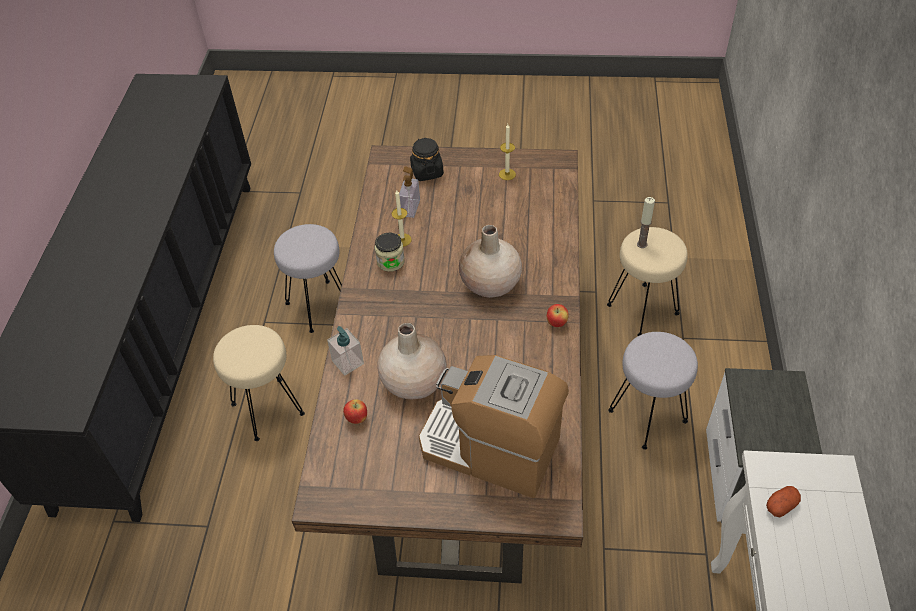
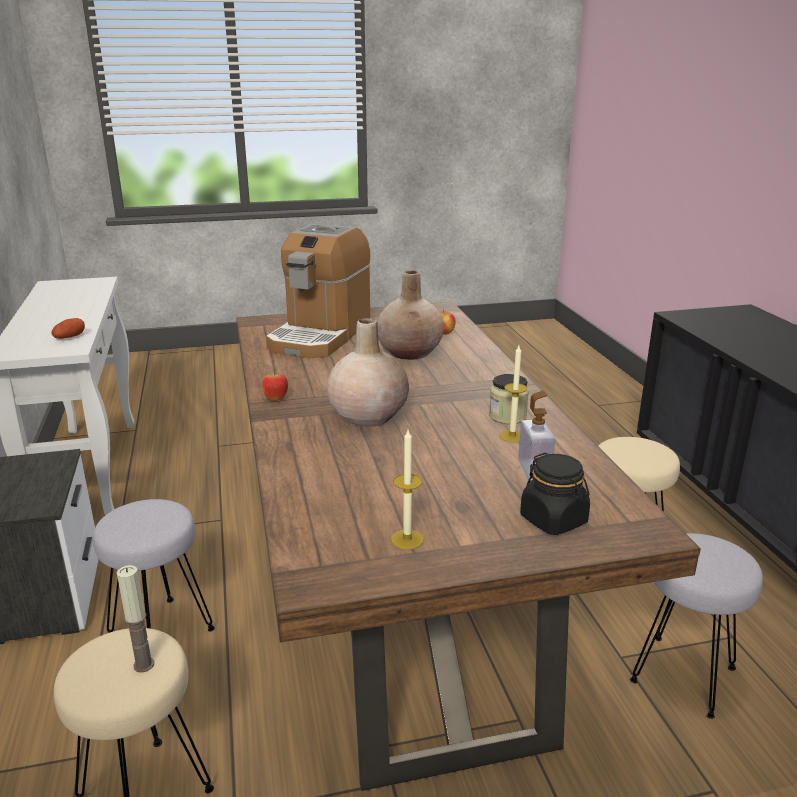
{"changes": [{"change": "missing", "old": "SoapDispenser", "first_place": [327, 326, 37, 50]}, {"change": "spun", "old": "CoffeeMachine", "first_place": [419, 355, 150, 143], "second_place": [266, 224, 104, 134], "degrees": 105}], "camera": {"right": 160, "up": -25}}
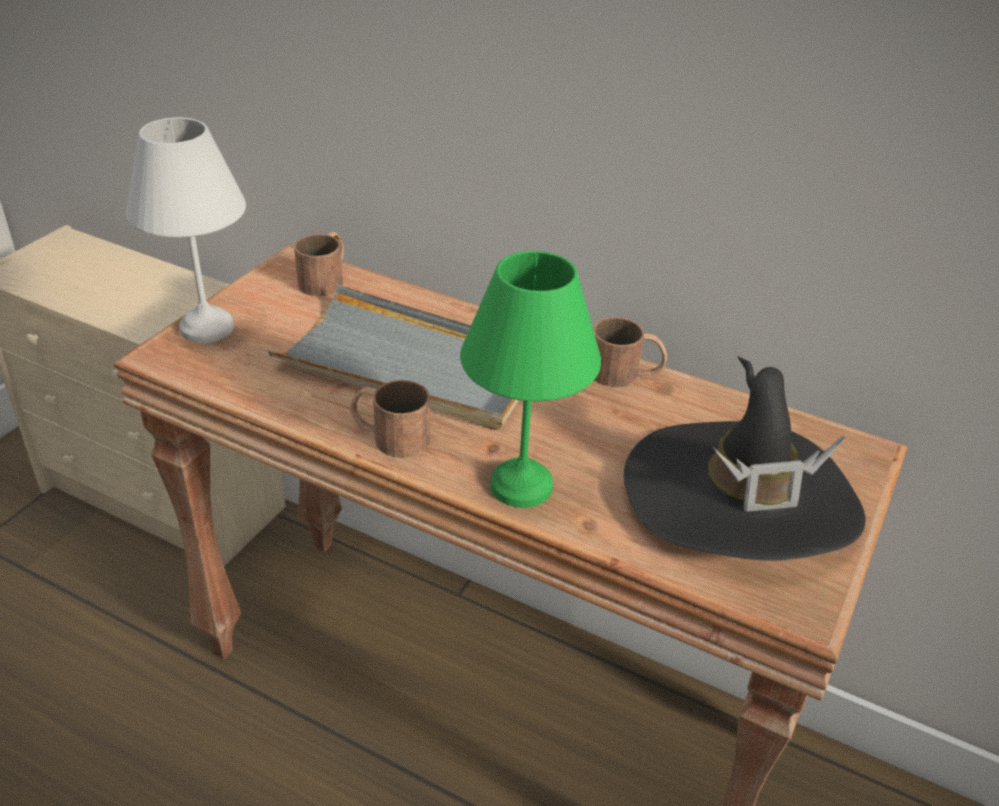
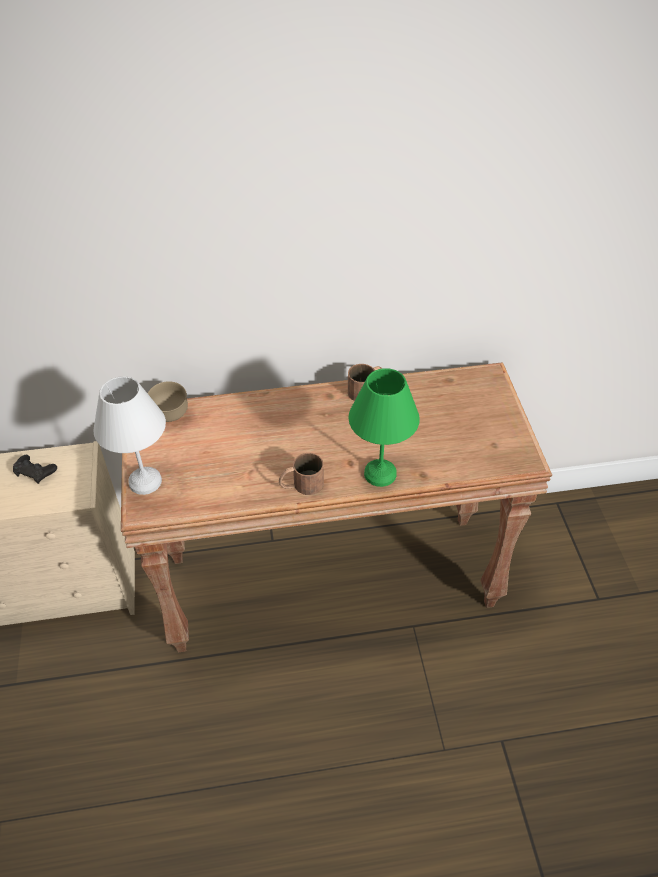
{"changes": [{"change": "exchanged", "old": "BrownMug", "new": "BrownBowl", "first_place": [294, 232, 50, 64], "second_place": [148, 381, 40, 41]}, {"change": "missing", "old": "GreyTray", "first_place": [267, 285, 252, 145]}, {"change": "missing", "old": "BlackHat", "first_place": [624, 356, 242, 205]}, {"change": "appeared", "new": "BlackGameController", "second_place": [13, 455, 44, 29]}], "camera": {"right": -35, "up": 10}}
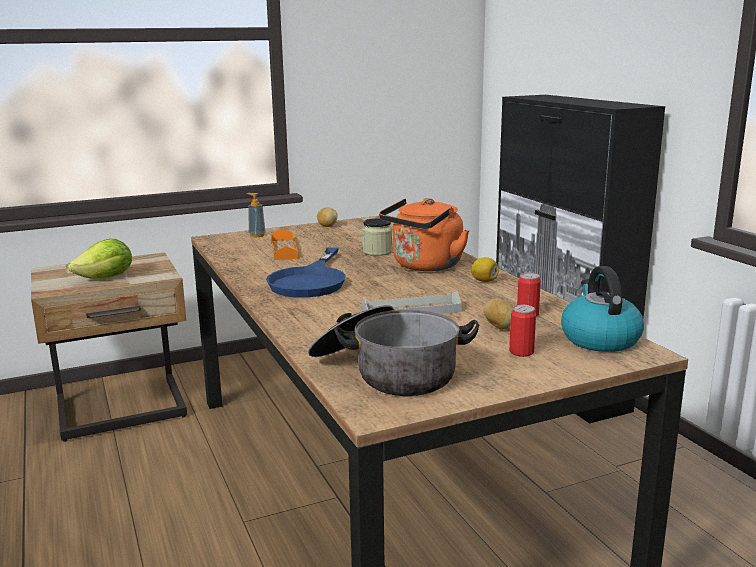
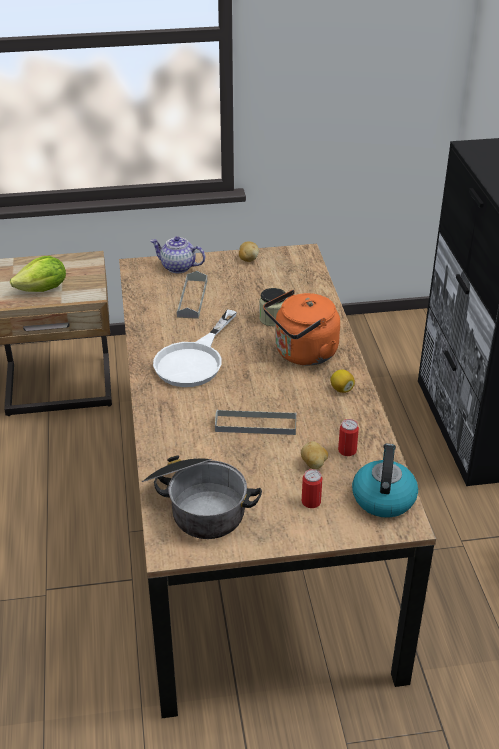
{"changes": [{"change": "exchanged", "old": "SoapDispenser", "new": "Teapot", "first_place": [246, 193, 20, 44], "second_place": [150, 236, 55, 37]}, {"change": "colour", "old": "OrangeTray", "new": "GreyTray", "first_place": [271, 228, 27, 32], "second_place": [177, 271, 30, 48]}, {"change": "colour", "old": "BlueFryingPan", "new": "WhiteFryingPan", "first_place": [266, 247, 80, 51], "second_place": [153, 309, 84, 78]}], "camera": {"right": 15, "up": 20}}
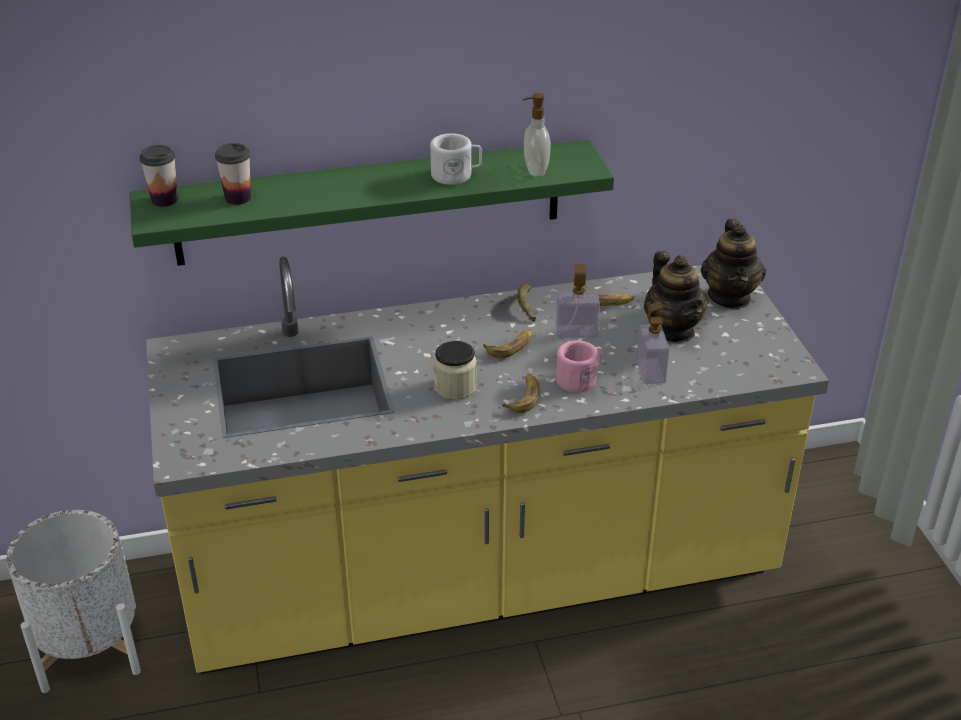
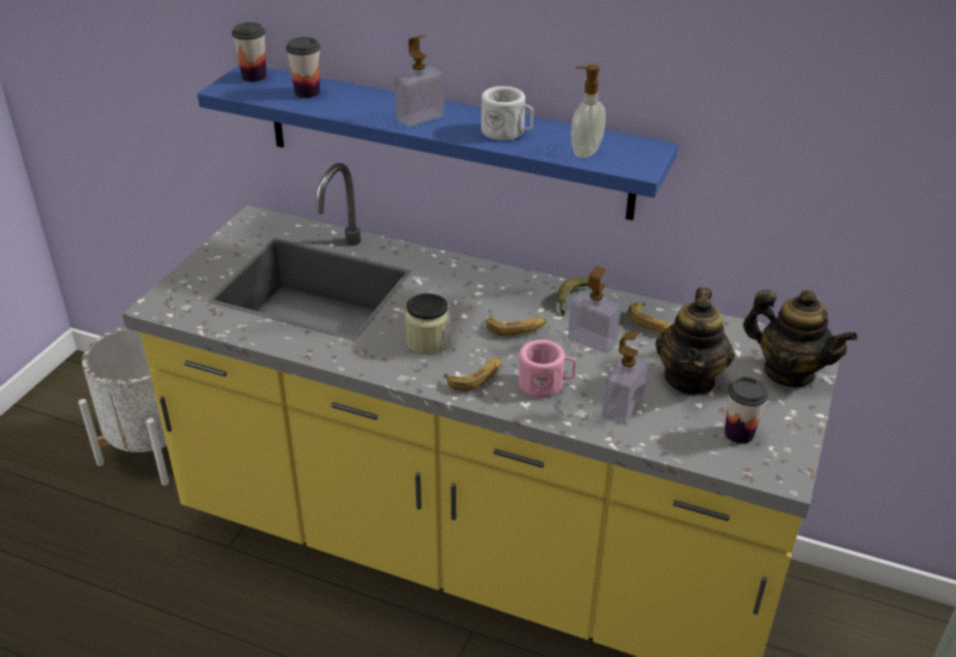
{"changes": [{"change": "colour", "old": "GreenShelf", "new": "BlueShelf", "first_place": [130, 140, 484, 126], "second_place": [197, 65, 481, 155]}, {"change": "spun", "old": "Teapot", "first_place": [701, 219, 65, 90], "second_place": [743, 290, 115, 97], "degrees": -90}, {"change": "appeared", "new": "SoapDispenser", "second_place": [394, 35, 51, 92]}, {"change": "appeared", "new": "Cup", "second_place": [725, 377, 43, 67]}], "camera": {"right": 35, "up": 0}}
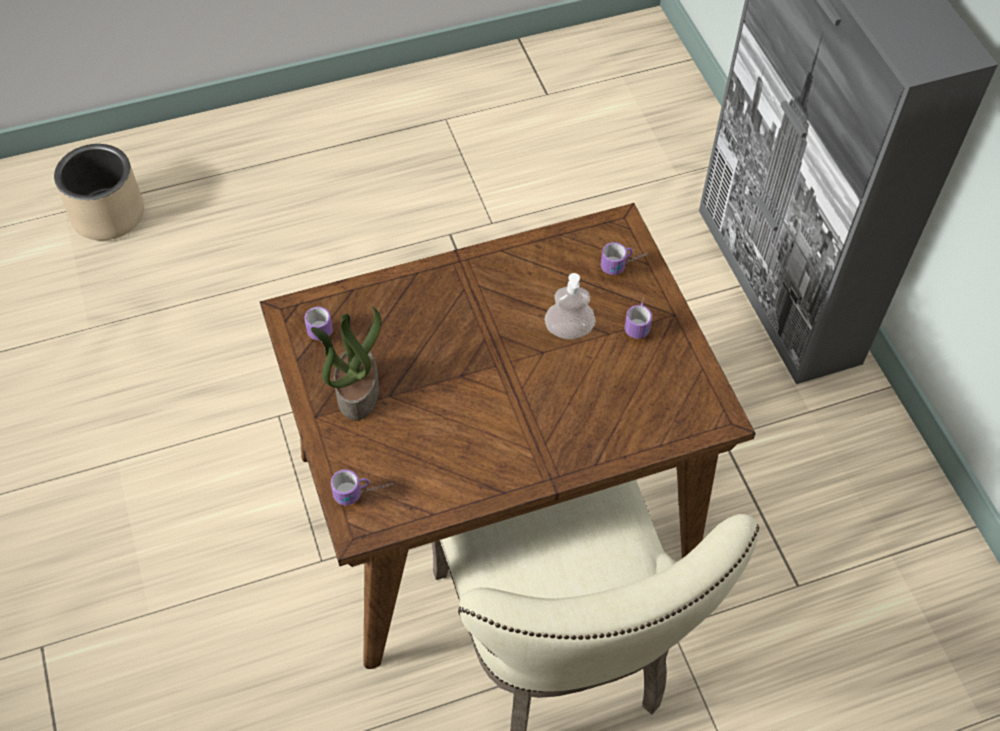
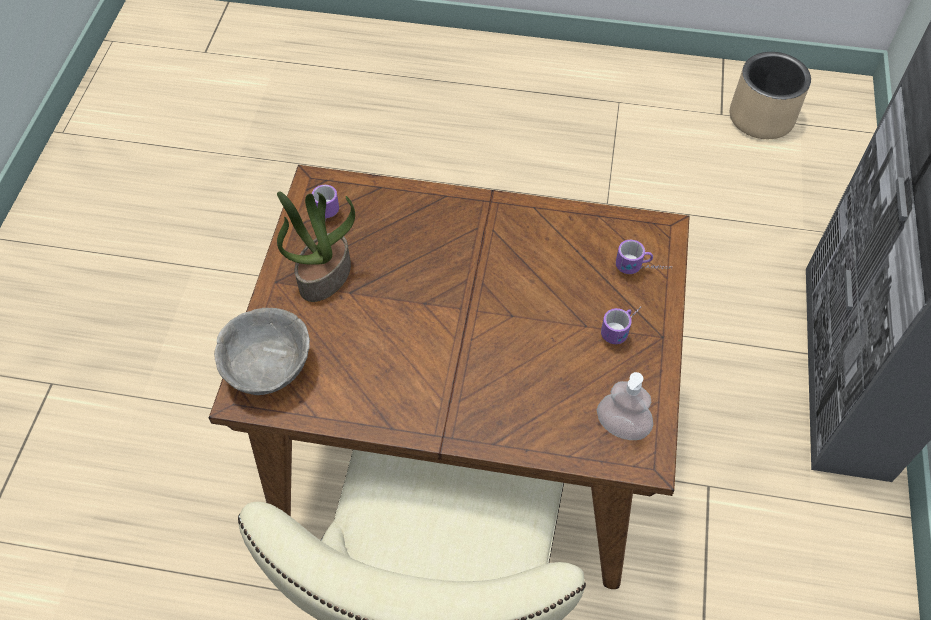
{"changes": [{"change": "relocated", "old": "BeigePlanter", "first_place": [54, 144, 90, 96], "second_place": [730, 52, 81, 87]}, {"change": "relocated", "old": "SoapDispenser", "first_place": [545, 273, 51, 66], "second_place": [597, 372, 56, 68]}, {"change": "exchanged", "old": "Mug", "new": "GreyBowl", "first_place": [331, 469, 62, 36], "second_place": [214, 308, 96, 87]}], "camera": {"right": 30, "up": 0}}
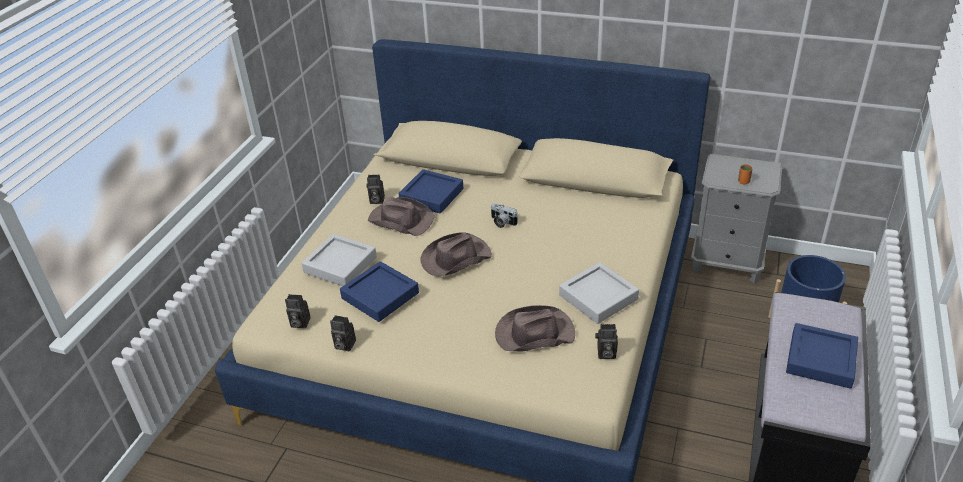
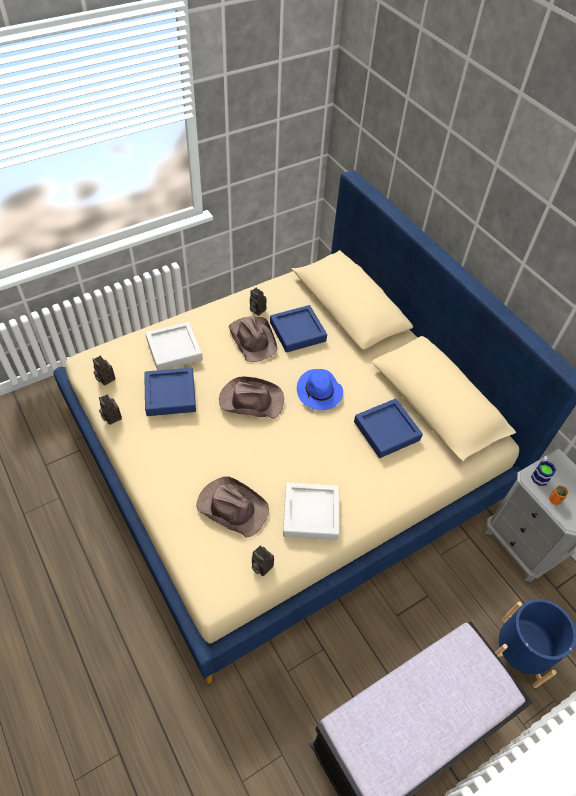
{"changes": [{"change": "exchanged", "old": "PhotoCamera", "new": "BlueHat", "first_place": [491, 203, 27, 25], "second_place": [297, 369, 46, 41]}, {"change": "relocated", "old": "BlueTray", "first_place": [786, 323, 72, 66], "second_place": [354, 399, 69, 59]}, {"change": "appeared", "new": "Mug", "second_place": [531, 456, 25, 30]}], "camera": {"right": 35, "up": 15}}
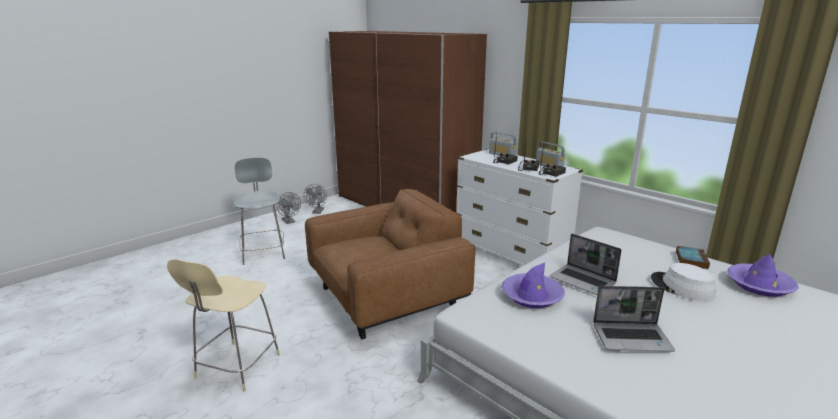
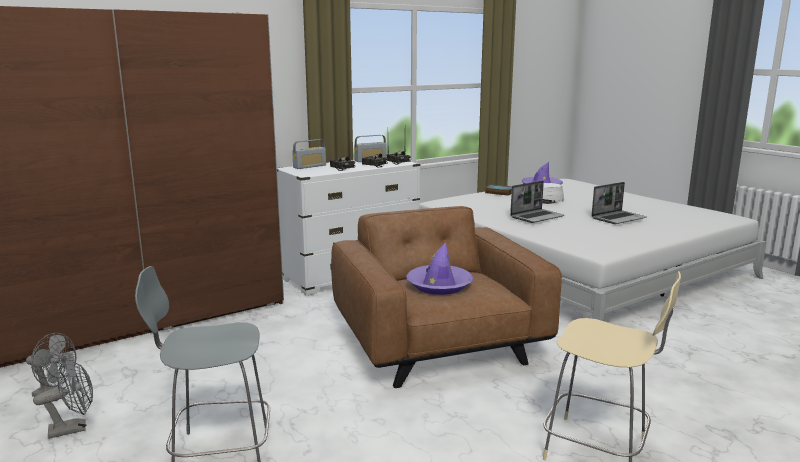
{"changes": [{"change": "relocated", "old": "PurpleHat", "first_place": [502, 263, 63, 45], "second_place": [406, 242, 67, 53]}, {"change": "spun", "old": "Laptop", "first_place": [593, 286, 82, 66], "second_place": [591, 182, 56, 42], "degrees": 45}], "camera": {"right": -80, "up": -5}}
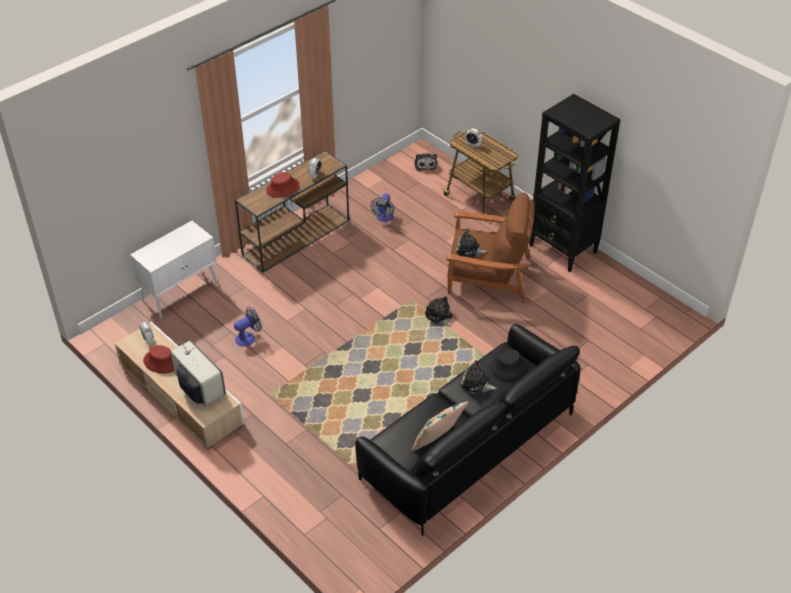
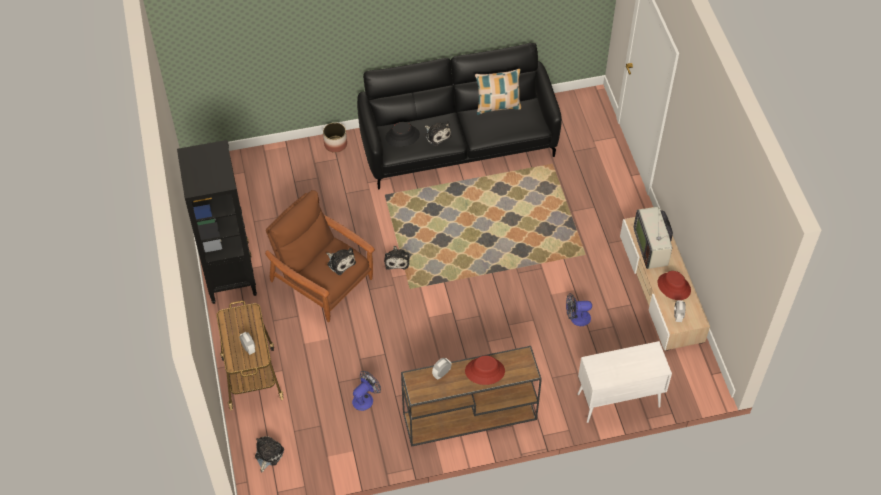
{"changes": [{"change": "appeared", "new": "Planter", "second_place": [323, 123, 24, 30]}], "camera": {"right": -150, "up": 10}}
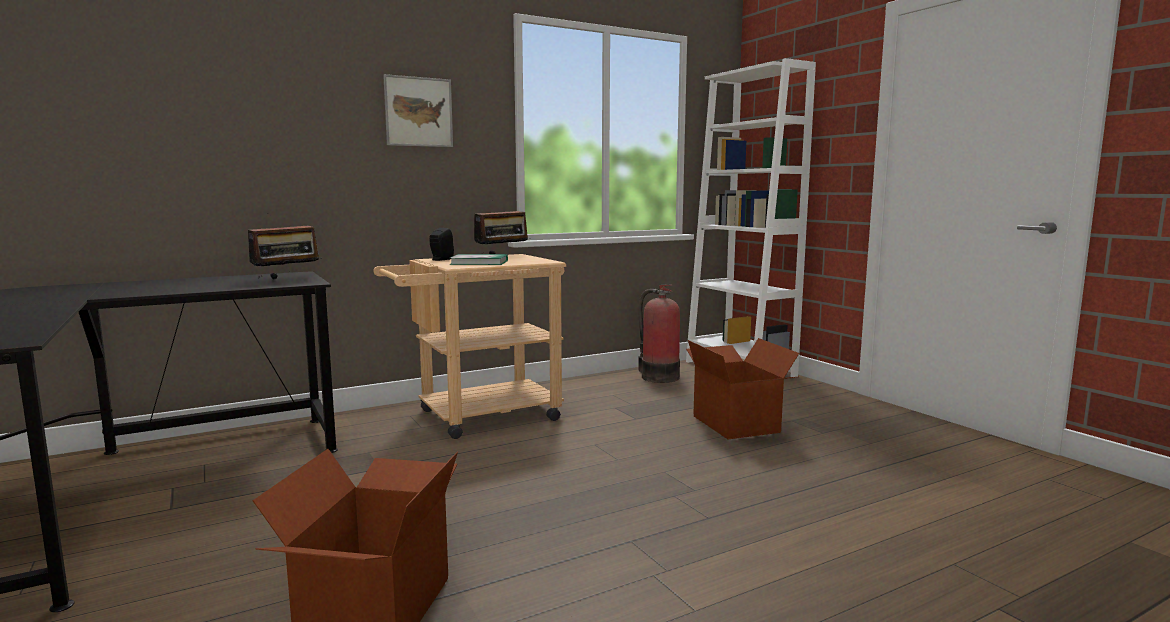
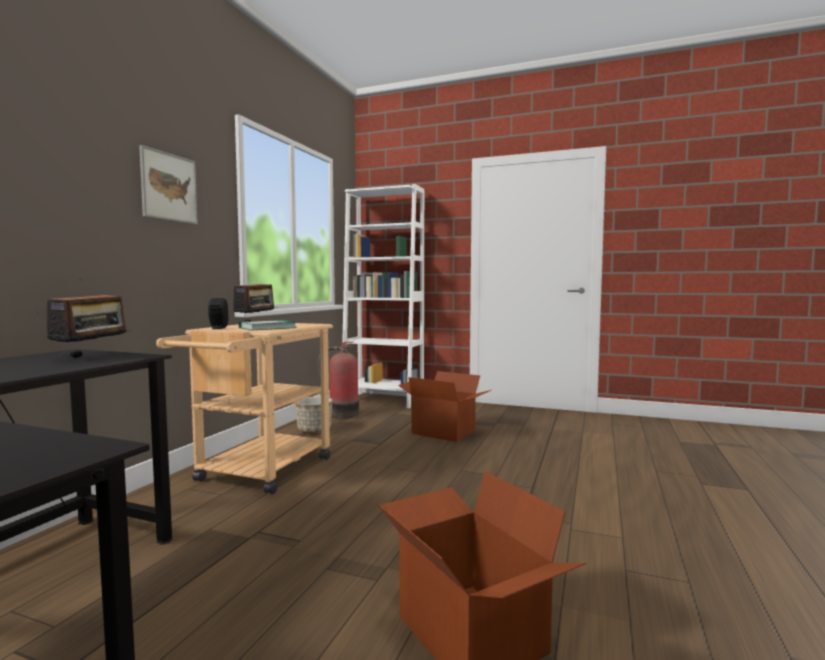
{"changes": [{"change": "appeared", "new": "Planter", "second_place": [295, 397, 37, 37]}], "camera": {"right": -40, "up": -5}}
